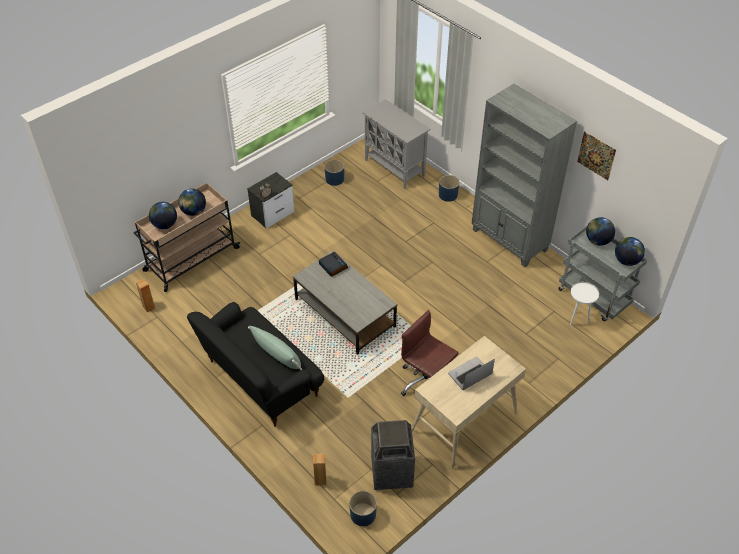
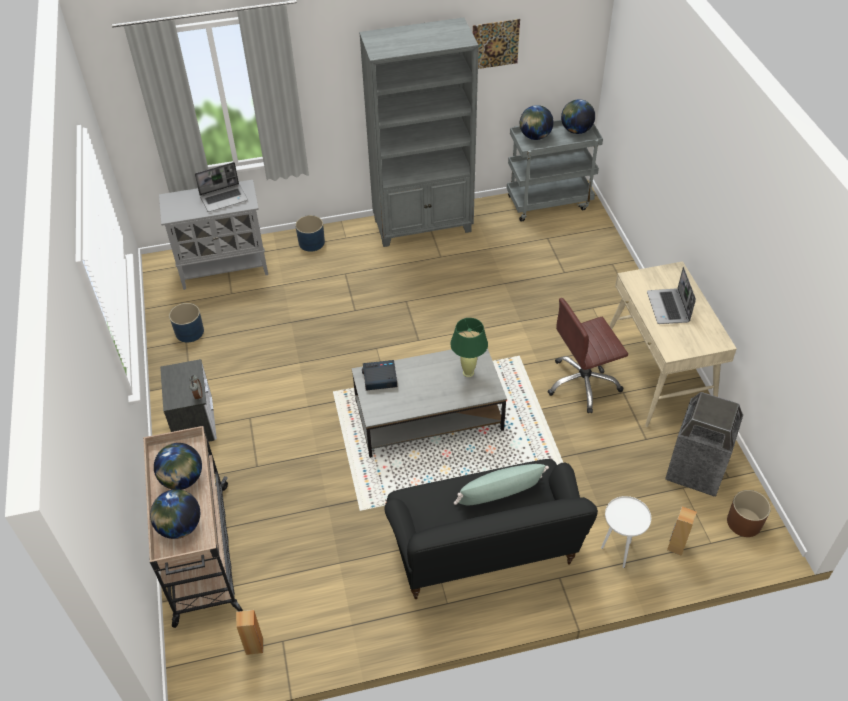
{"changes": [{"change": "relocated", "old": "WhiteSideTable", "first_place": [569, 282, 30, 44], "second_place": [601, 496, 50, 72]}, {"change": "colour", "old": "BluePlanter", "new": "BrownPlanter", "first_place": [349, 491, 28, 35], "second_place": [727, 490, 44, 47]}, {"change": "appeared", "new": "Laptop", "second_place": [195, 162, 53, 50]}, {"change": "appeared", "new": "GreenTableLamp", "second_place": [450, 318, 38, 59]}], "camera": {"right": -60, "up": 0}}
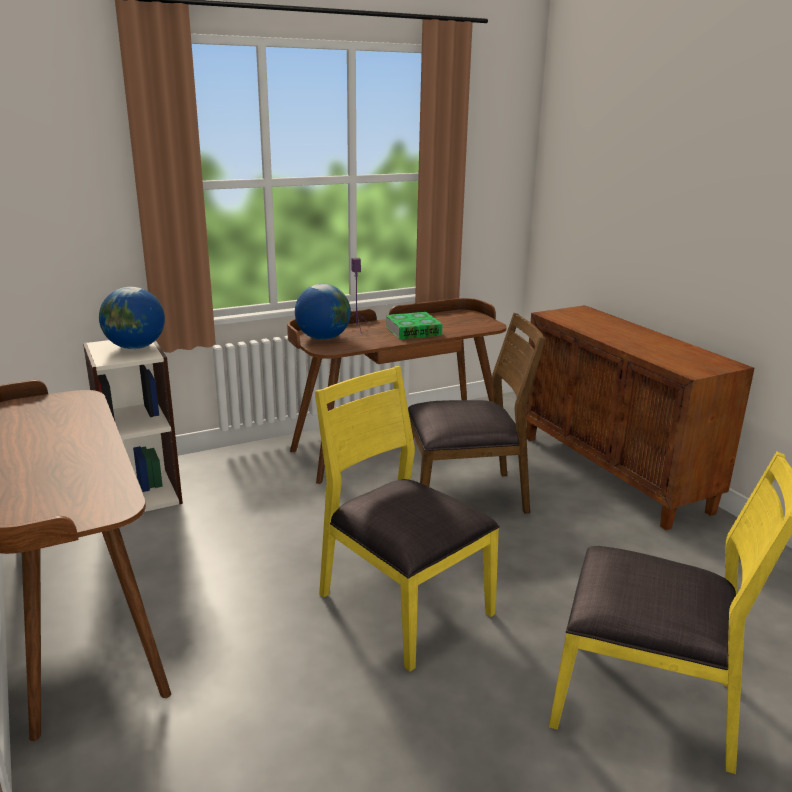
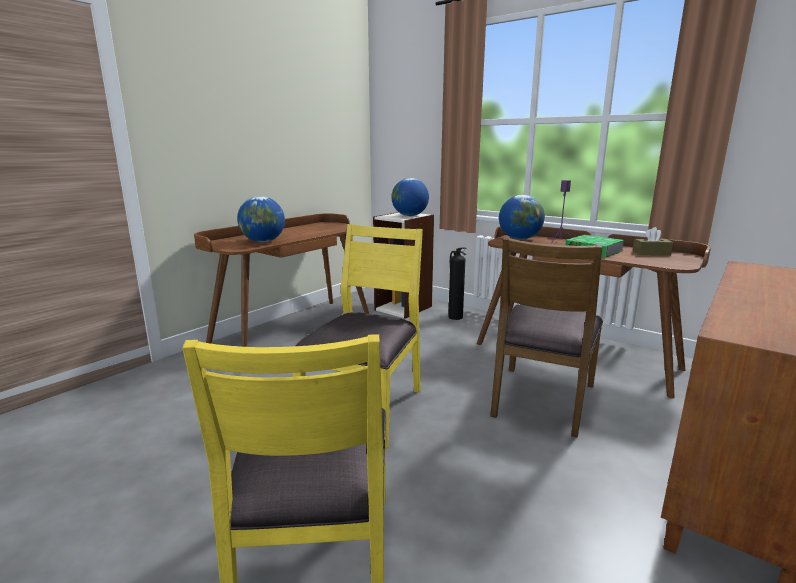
{"changes": [{"change": "spun", "old": "BrownChair", "first_place": [408, 313, 138, 200], "second_place": [490, 237, 113, 201], "degrees": 60}, {"change": "appeared", "new": "Globe", "second_place": [237, 196, 48, 47]}, {"change": "appeared", "new": "BrownTissueBox", "second_place": [632, 227, 41, 29]}, {"change": "appeared", "new": "FireExtinguisher", "second_place": [448, 247, 18, 73]}], "camera": {"right": 65, "up": -5}}
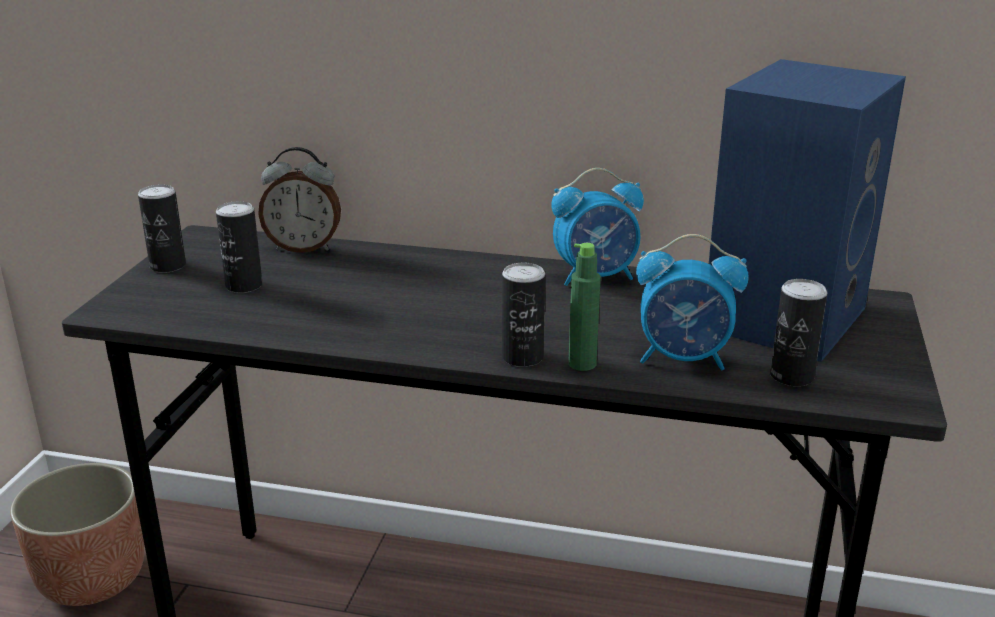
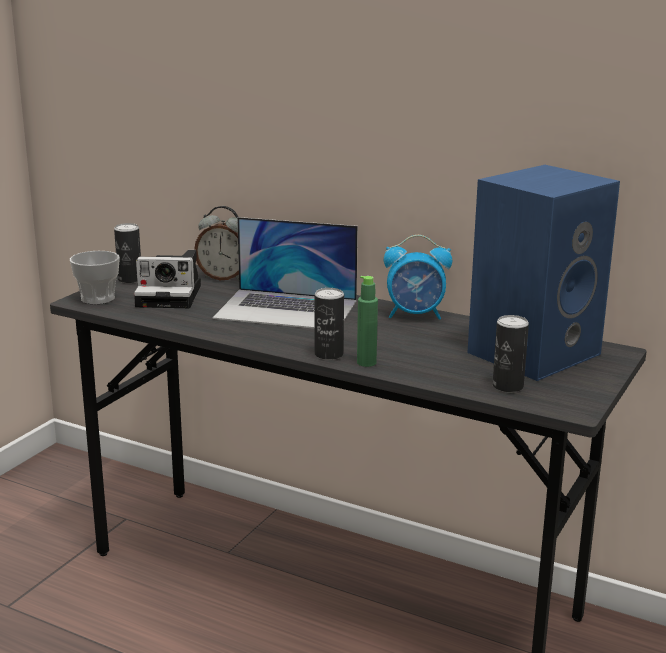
{"changes": [{"change": "exchanged", "old": "Can", "new": "PhotoCamera", "first_place": [216, 201, 46, 92], "second_place": [134, 250, 67, 58]}, {"change": "missing", "old": "AlarmClock", "first_place": [636, 234, 113, 136]}, {"change": "missing", "old": "Planter", "first_place": [10, 463, 134, 143]}, {"change": "appeared", "new": "Laptop", "second_place": [212, 217, 146, 112]}, {"change": "appeared", "new": "Cup", "second_place": [70, 251, 50, 53]}], "camera": {"right": 15, "up": -5}}
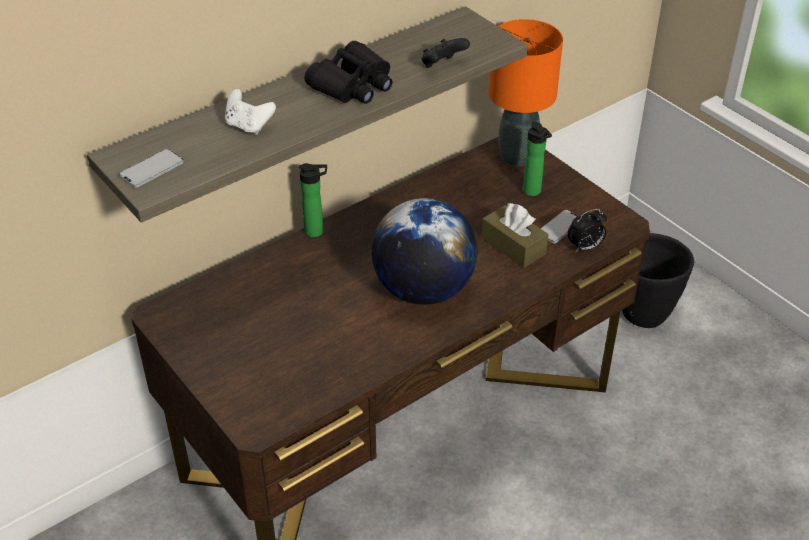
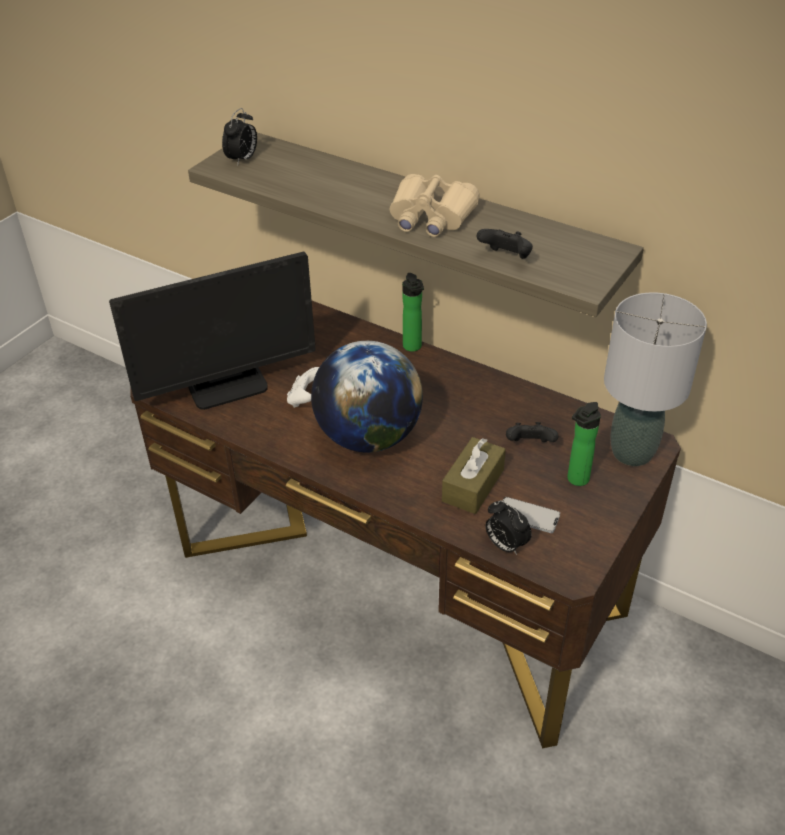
{"changes": [{"change": "colour", "old": "OrangeTableLamp", "new": "GreyTableLamp", "first_place": [489, 19, 74, 147], "second_place": [604, 292, 103, 174]}, {"change": "colour", "old": "BlackBinoculars", "new": "BeigeBinoculars", "first_place": [304, 41, 89, 63], "second_place": [390, 174, 90, 63]}, {"change": "relocated", "old": "WhiteGameController", "first_place": [225, 89, 51, 46], "second_place": [287, 367, 32, 41]}, {"change": "exchanged", "old": "Phone", "new": "AlarmClock", "first_place": [119, 149, 65, 39], "second_place": [222, 108, 35, 58]}, {"change": "missing", "old": "BlackPlanter", "first_place": [622, 233, 72, 95]}, {"change": "appeared", "new": "Monitor", "second_place": [109, 252, 207, 158]}, {"change": "appeared", "new": "BlackGameController", "second_place": [506, 422, 52, 20]}], "camera": {"right": 70, "up": 0}}
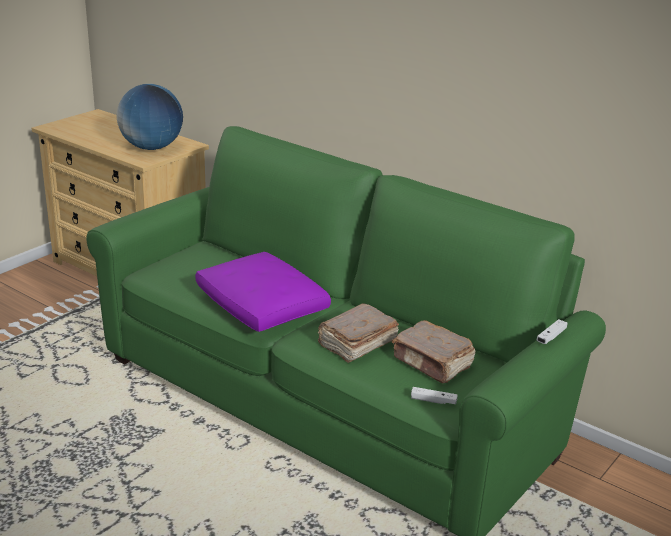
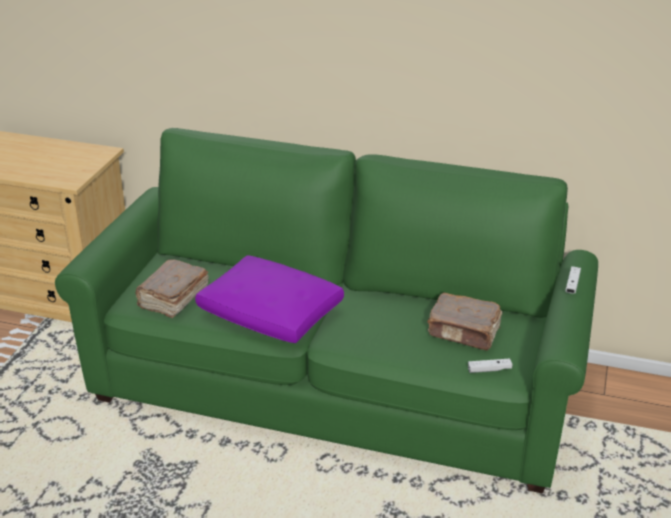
{"changes": [{"change": "missing", "old": "Globe", "first_place": [117, 84, 66, 66]}, {"change": "relocated", "old": "BrownBook", "first_place": [318, 303, 81, 60], "second_place": [136, 259, 73, 59]}], "camera": {"right": -20, "up": 5}}
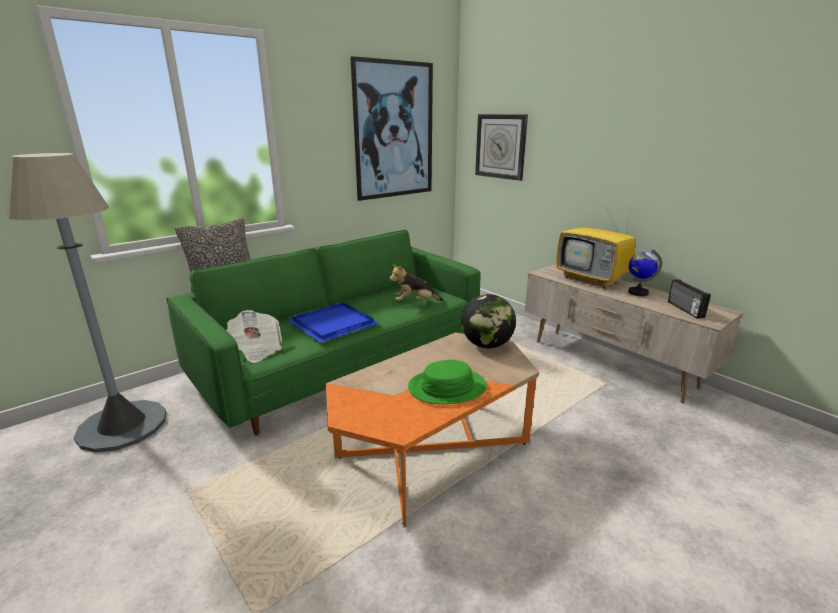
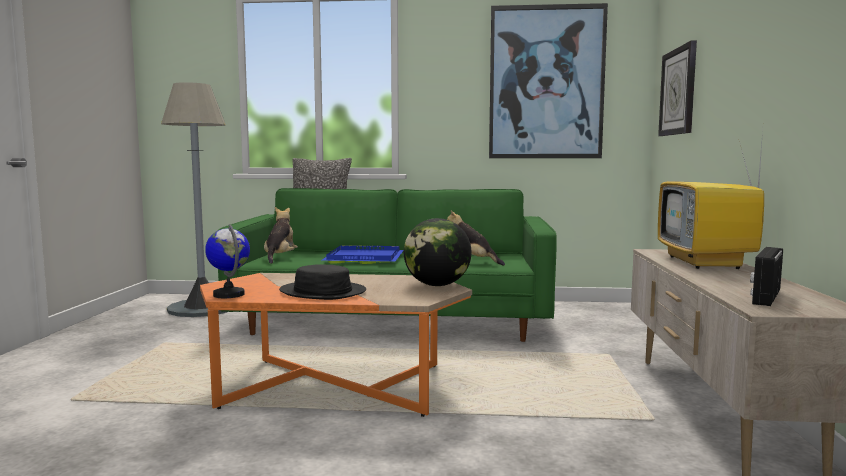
{"changes": [{"change": "relocated", "old": "Globe", "first_place": [628, 250, 34, 46], "second_place": [205, 224, 45, 74]}, {"change": "exchanged", "old": "Newspaper", "new": "PlushToy", "first_place": [226, 310, 56, 53], "second_place": [264, 207, 34, 57]}, {"change": "colour", "old": "GreenHat", "new": "BlackHat", "first_place": [408, 360, 79, 44], "second_place": [279, 264, 87, 36]}], "camera": {"right": 45, "up": -15}}
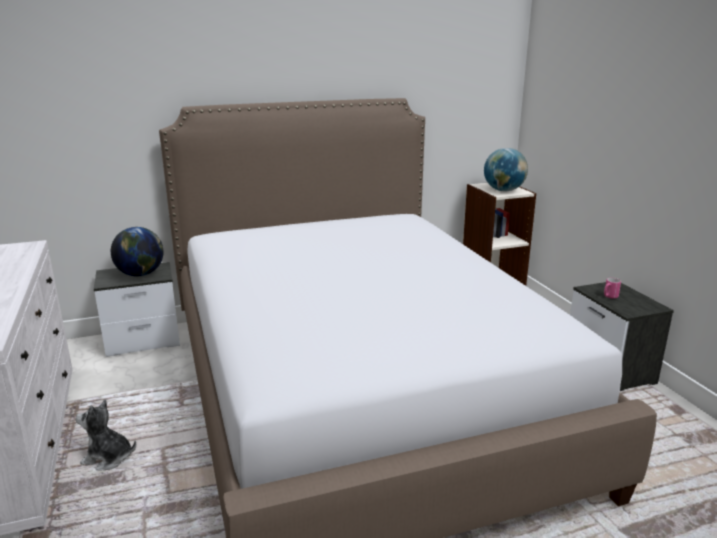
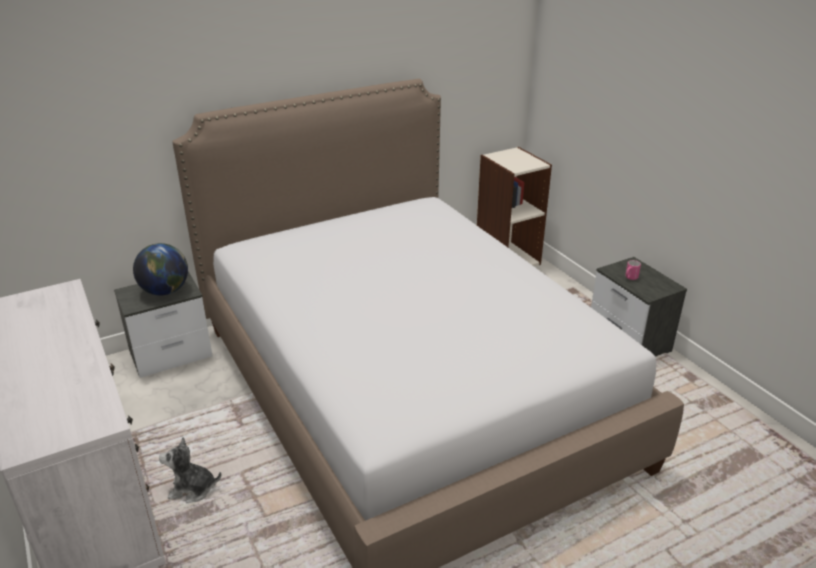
{"changes": [{"change": "missing", "old": "Globe", "first_place": [484, 148, 44, 44]}], "camera": {"right": -10, "up": 10}}
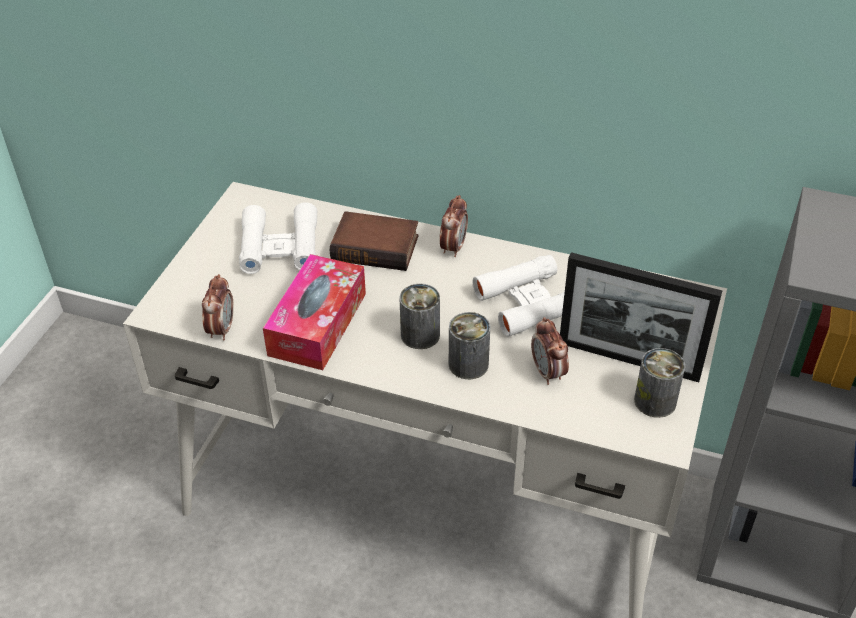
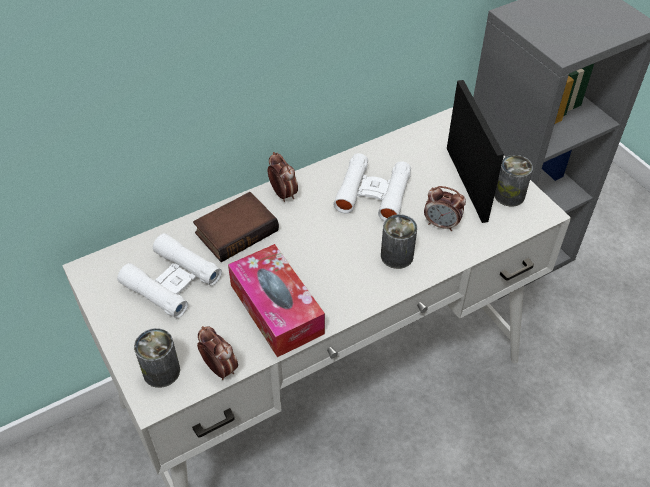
{"changes": [{"change": "spun", "old": "PictureFrame", "first_place": [560, 252, 162, 130], "second_place": [447, 80, 57, 143], "degrees": -75}, {"change": "relocated", "old": "Can", "first_place": [399, 283, 41, 66], "second_place": [134, 328, 46, 60]}], "camera": {"right": -50, "up": 5}}
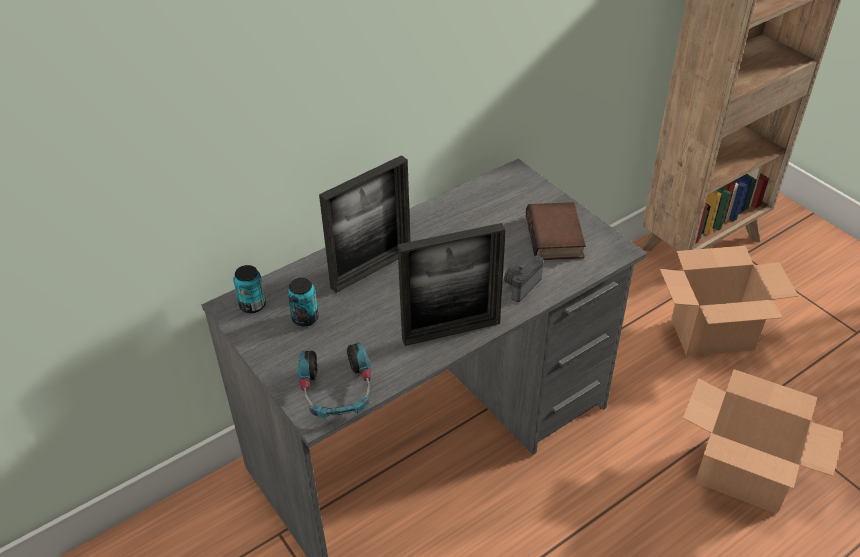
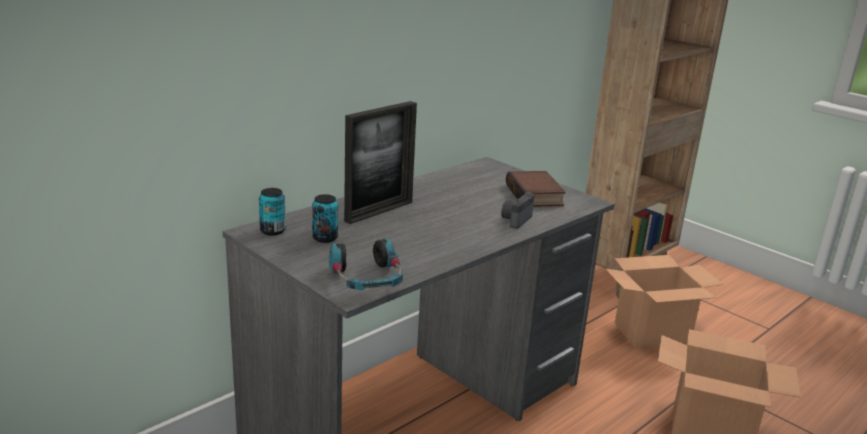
{"changes": [{"change": "missing", "old": "PictureFrame", "first_place": [397, 223, 109, 123]}], "camera": {"right": -10, "up": -20}}
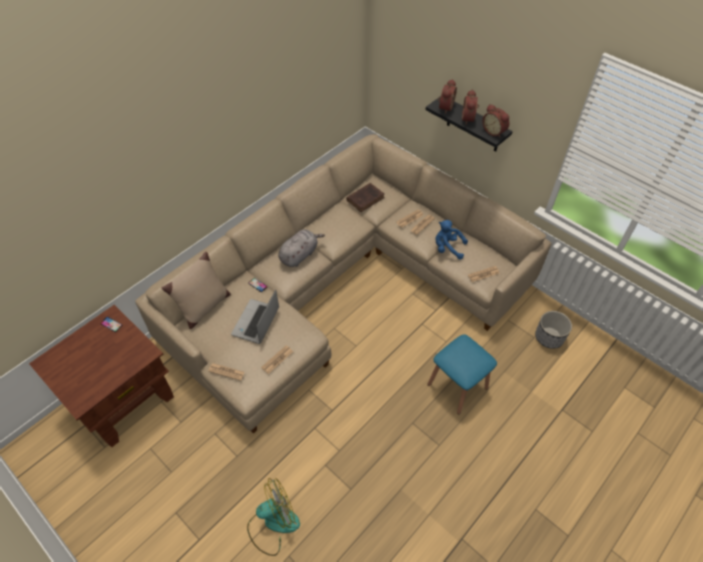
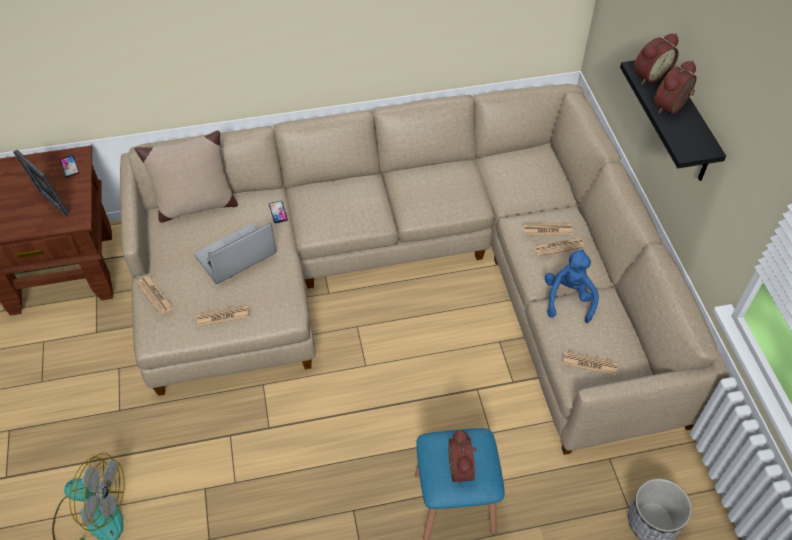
{"changes": [{"change": "relocated", "old": "AlarmClock", "first_place": [483, 104, 27, 34], "second_place": [448, 429, 28, 56]}, {"change": "missing", "old": "BrownBook", "first_place": [346, 183, 39, 29]}, {"change": "spun", "old": "BluePlushToy", "first_place": [435, 220, 33, 40], "second_place": [544, 249, 55, 74], "degrees": 45}, {"change": "missing", "old": "GreyPlushToy", "first_place": [278, 229, 47, 38]}, {"change": "appeared", "new": "PictureFrame", "second_place": [13, 149, 57, 68]}], "camera": {"right": 35, "up": 0}}
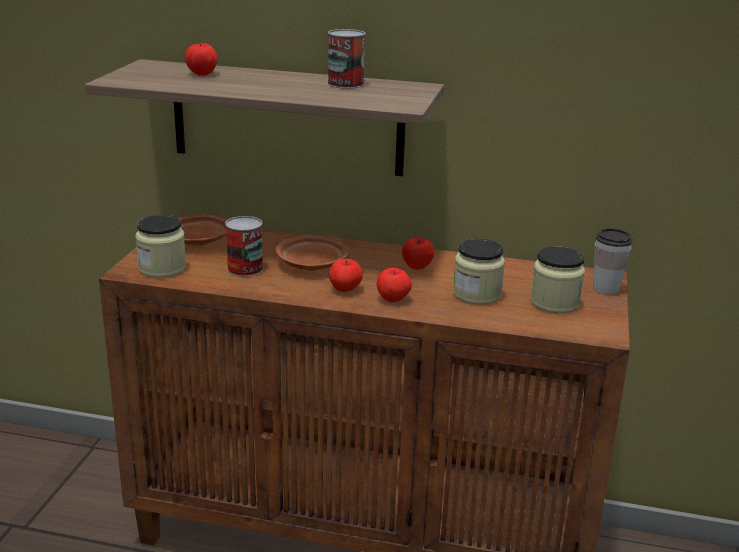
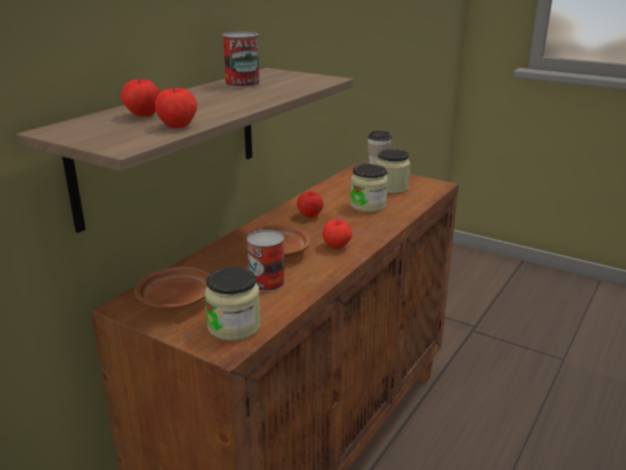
{"changes": [{"change": "relocated", "old": "Apple", "first_place": [376, 268, 36, 34], "second_place": [155, 88, 42, 40]}], "camera": {"right": -70, "up": 0}}
